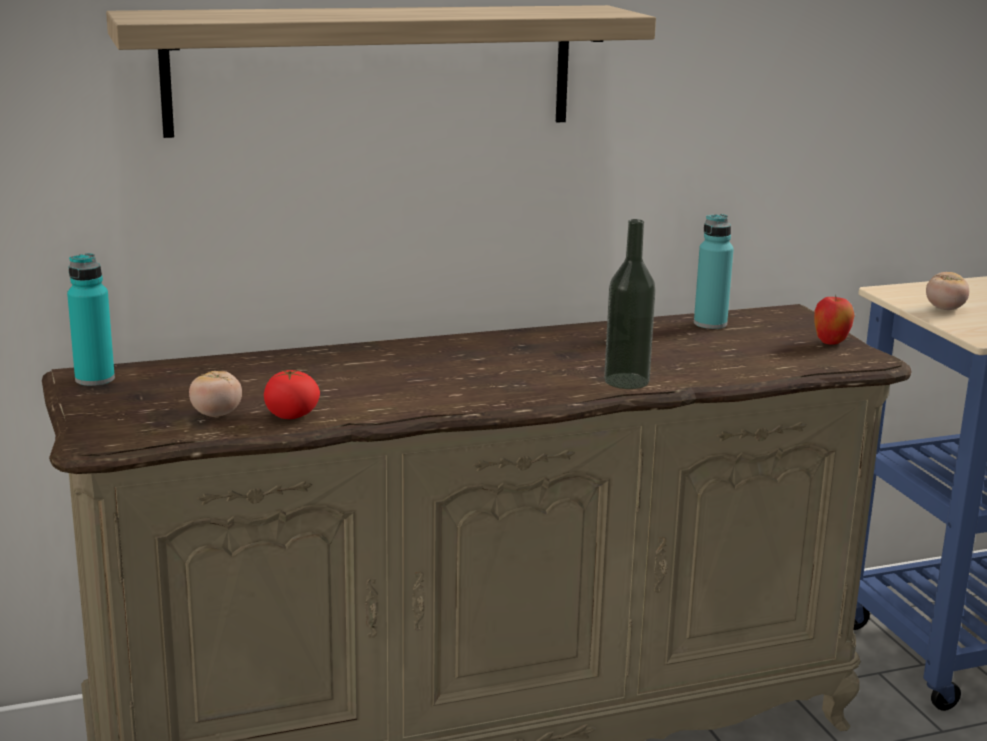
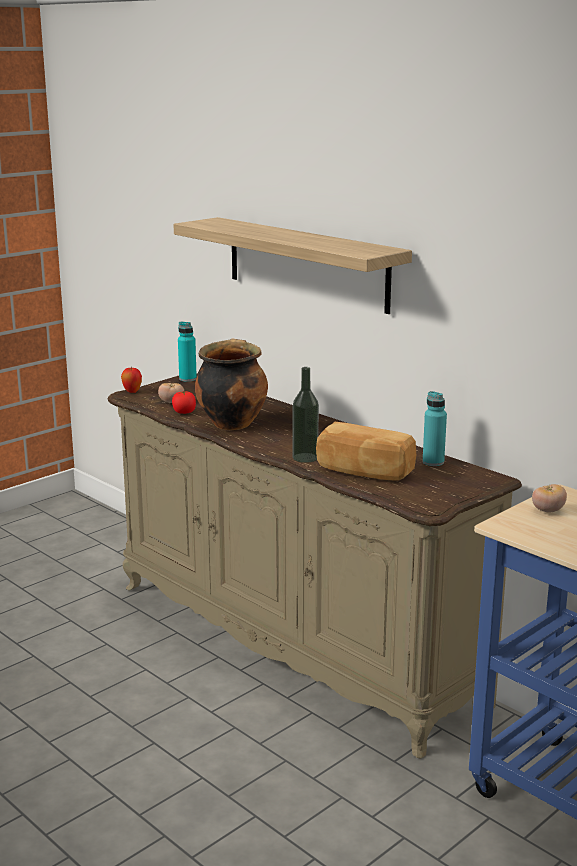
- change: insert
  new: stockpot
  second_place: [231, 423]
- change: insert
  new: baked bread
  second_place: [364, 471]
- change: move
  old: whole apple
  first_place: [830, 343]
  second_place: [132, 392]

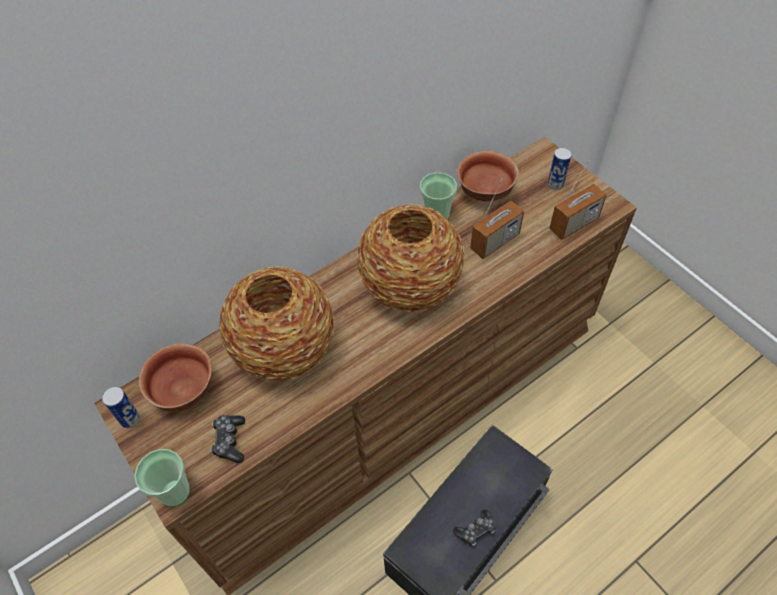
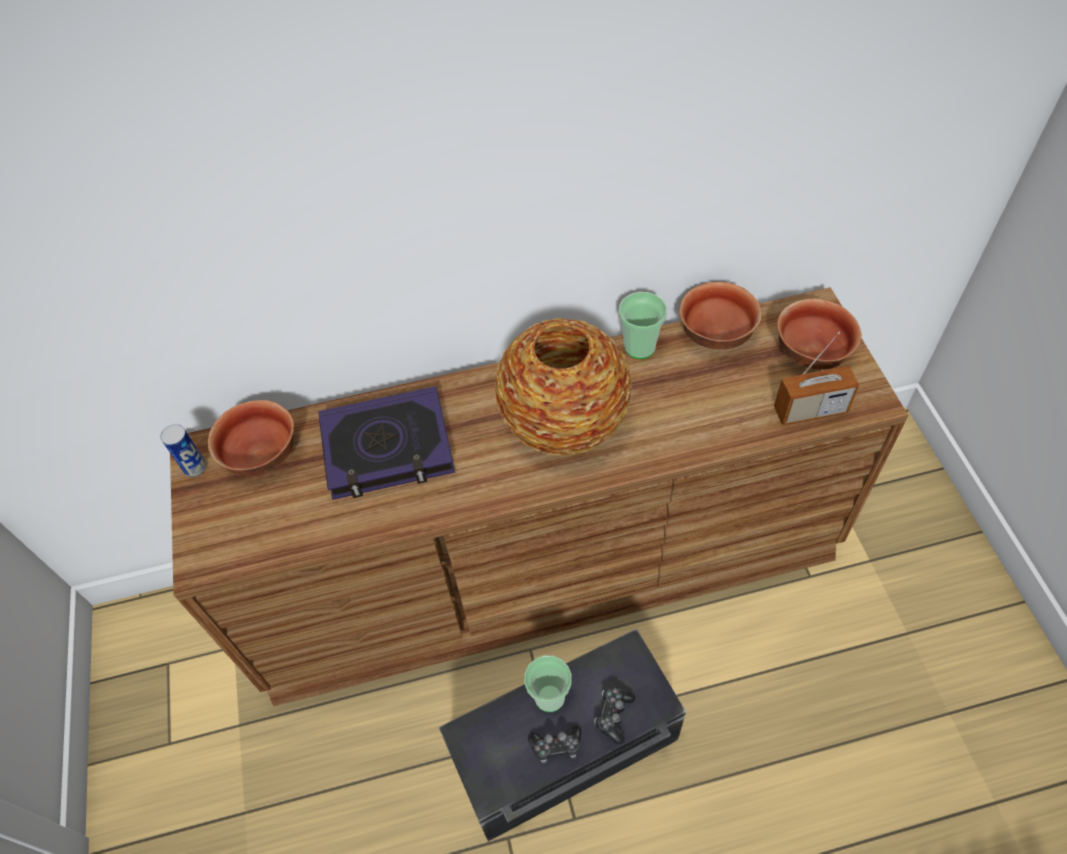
- change: delete
  old: radio
  first_place: [495, 242]
- change: move
  old: cup
  first_place: [174, 492]
  second_place: [549, 697]
- change: move
  old: game controller
  first_place: [229, 441]
  second_place: [613, 715]
- change: replace
  old: vase
  new: book
  first_place: [285, 350]
  second_place: [388, 449]
- change: replace
  old: sealed can
  new: serving bowl
  first_place: [555, 184]
  second_place: [812, 352]

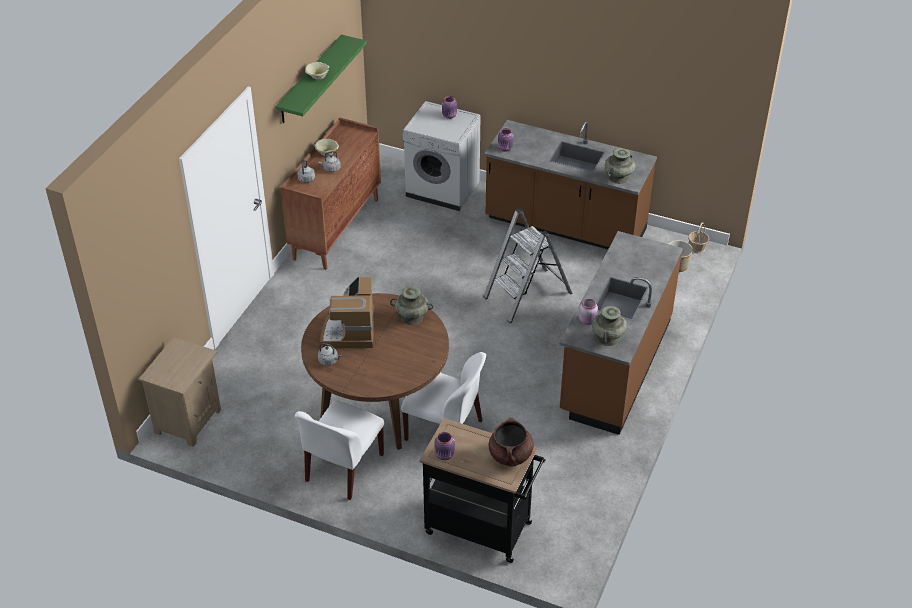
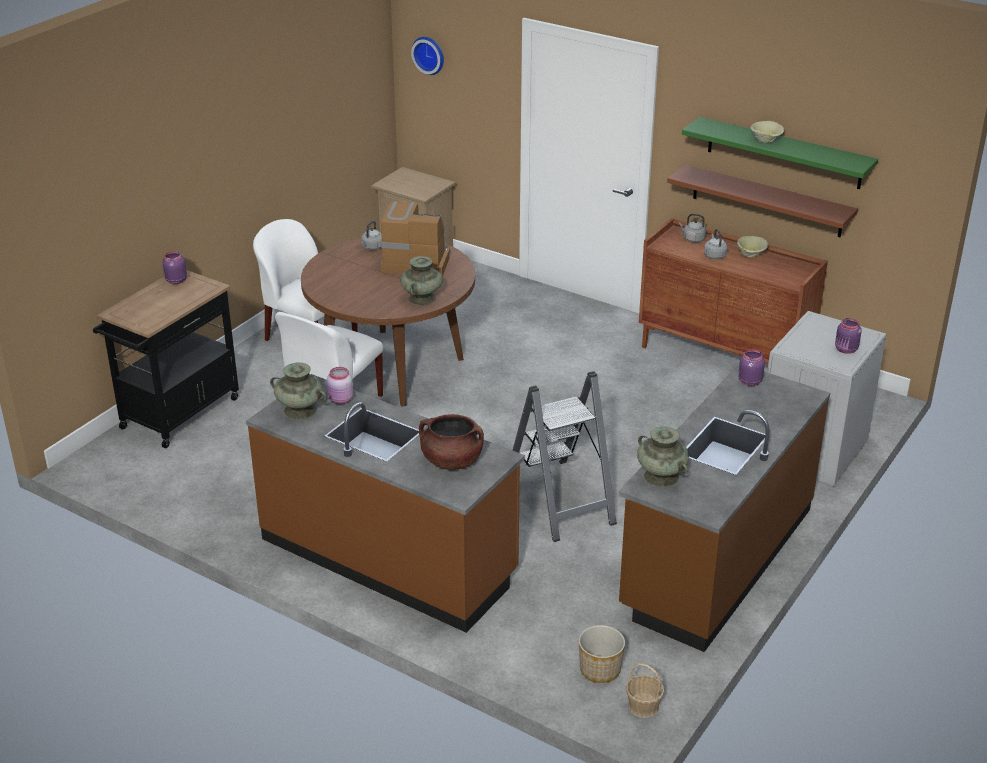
- change: insert
  new: clock on the wall
  second_place: [429, 54]
- change: insert
  new: shelf (brownish)
  second_place: [767, 201]
- change: move
  old: stockpot (brownish)
  first_place: [510, 455]
  second_place: [451, 461]

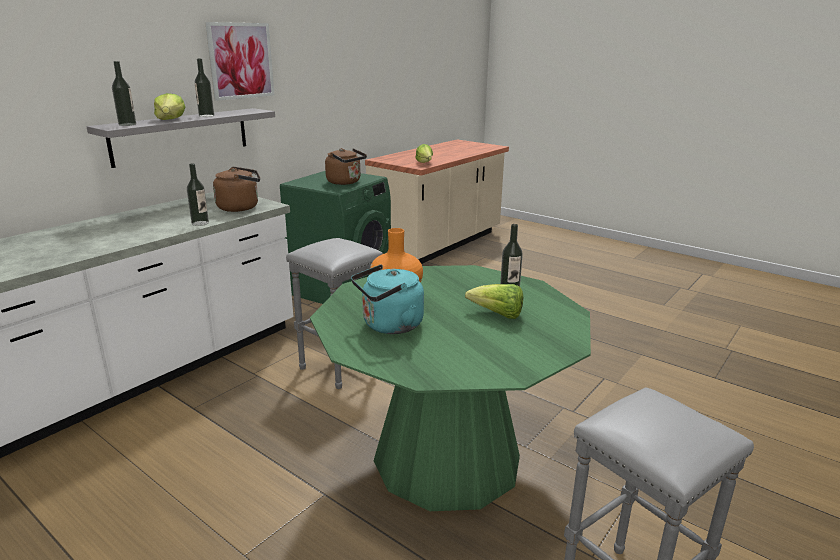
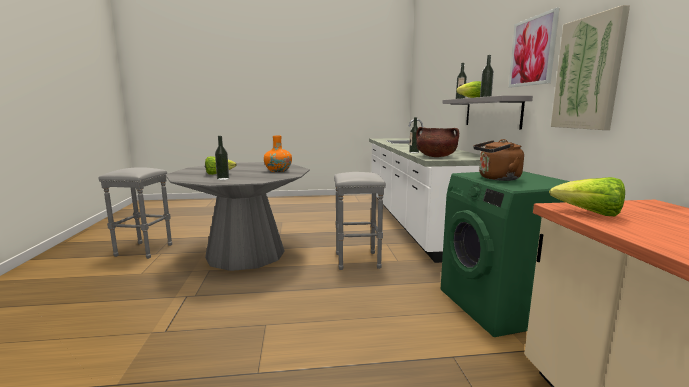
- change: delete
  old: water kettle (turquoise-coloured)
  first_place: [389, 326]
- change: insert
  new: picture
  second_place: [588, 73]
- change: replace
  old: water kettle (brownish)
  new: stockpot (brownish)
  first_place: [241, 207]
  second_place: [436, 156]
- change: recolor
  old: dinner table (green-coloured)
  new: dinner table (gray)
  first_place: [447, 458]
  second_place: [245, 254]

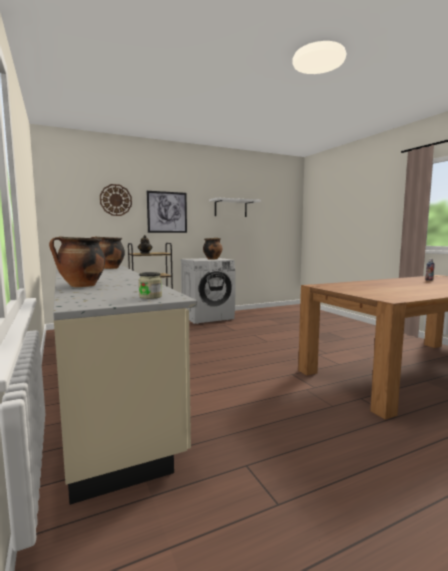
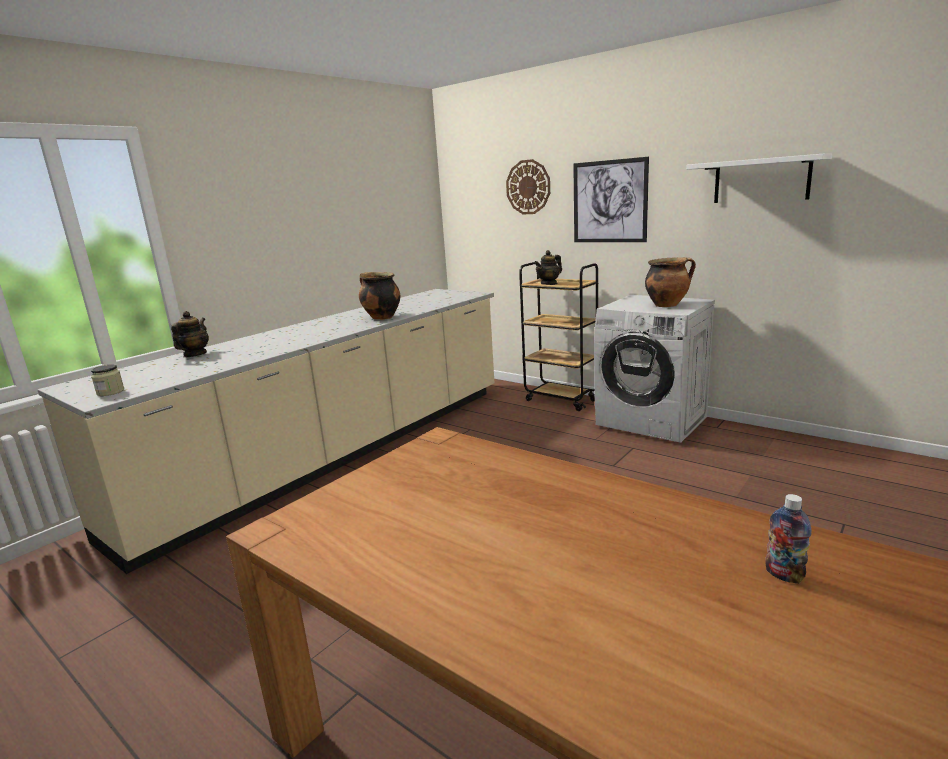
- change: replace
  old: stockpot
  new: teapot
  first_place: [81, 286]
  second_place: [194, 355]

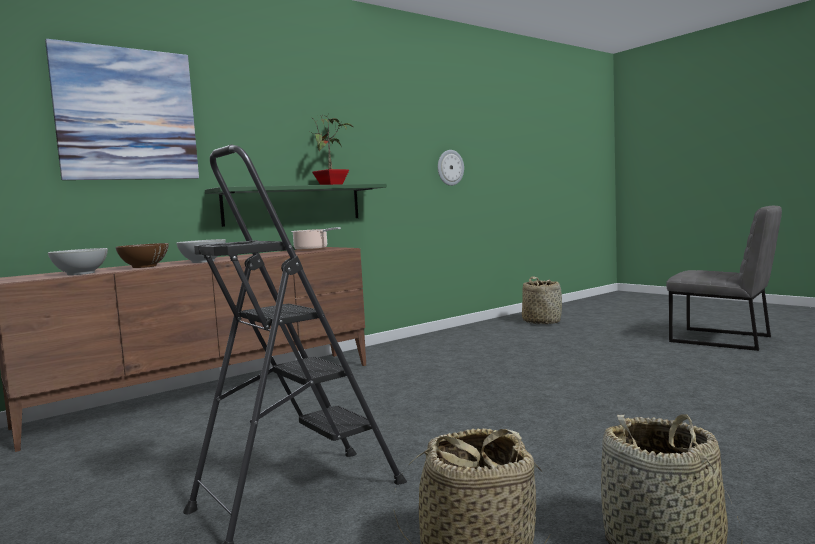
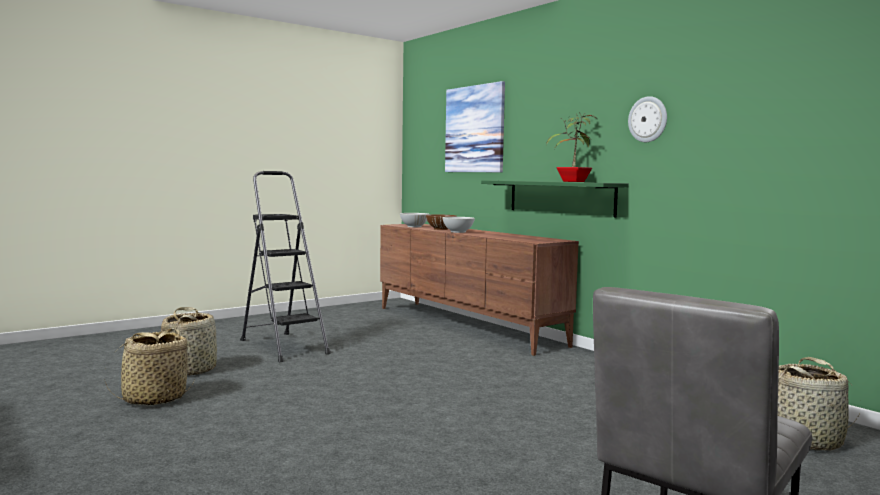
- change: delete
  old: stockpot
  first_place: [312, 249]
- change: move
  old: clock on the wall
  first_place: [450, 167]
  second_place: [648, 119]

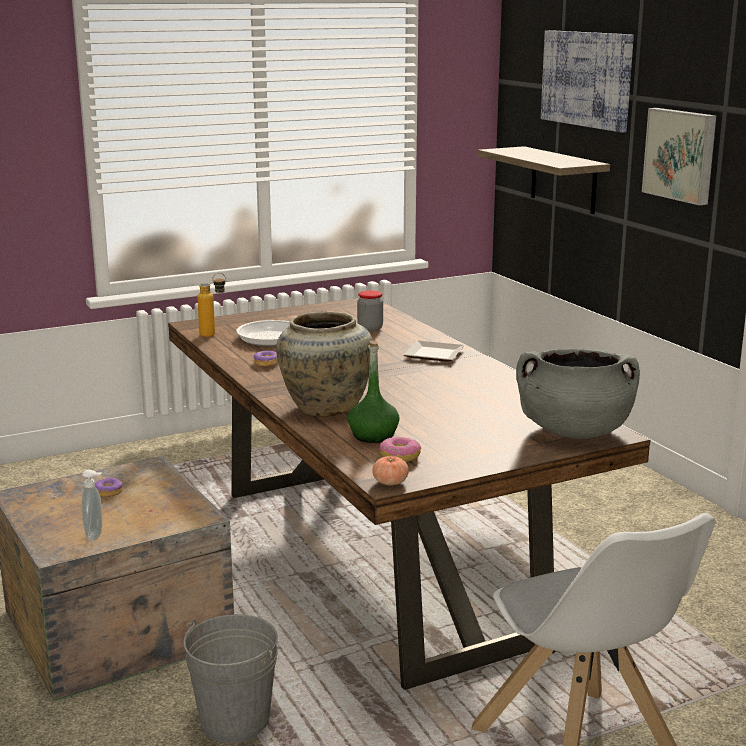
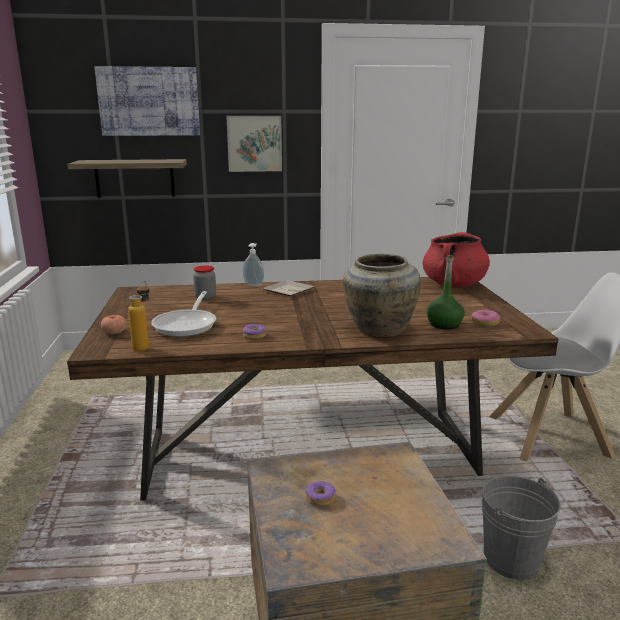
- change: move
  old: soap dispenser
  first_place: [96, 535]
  second_place: [254, 284]
- change: move
  old: tomato
  first_place: [390, 482]
  second_place: [114, 332]
- change: recolor
  old: stockpot (gray)
  new: stockpot (red-coloured)
  first_place: [574, 431]
  second_place: [453, 284]

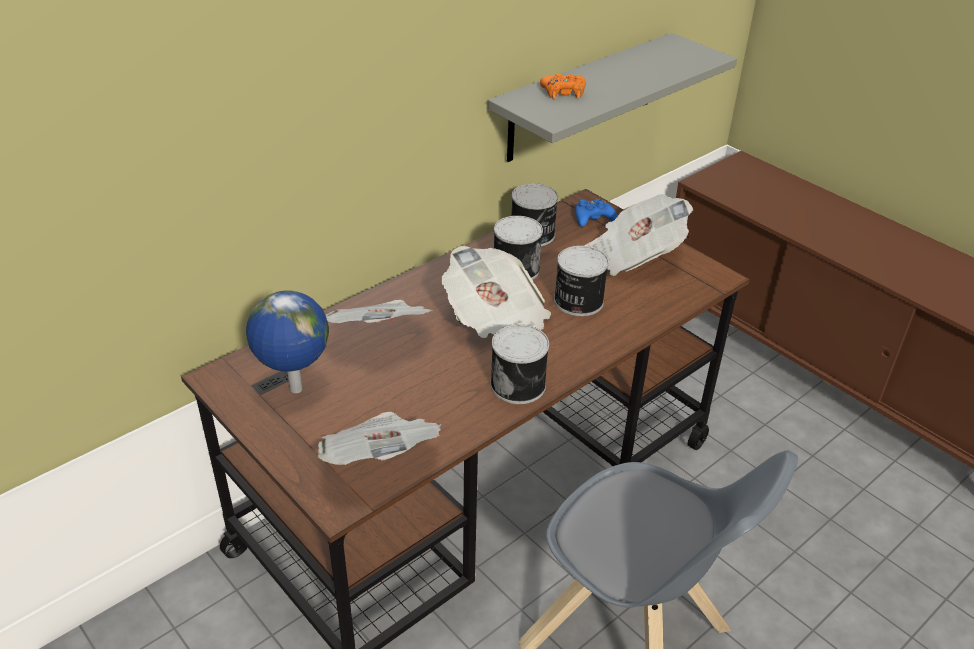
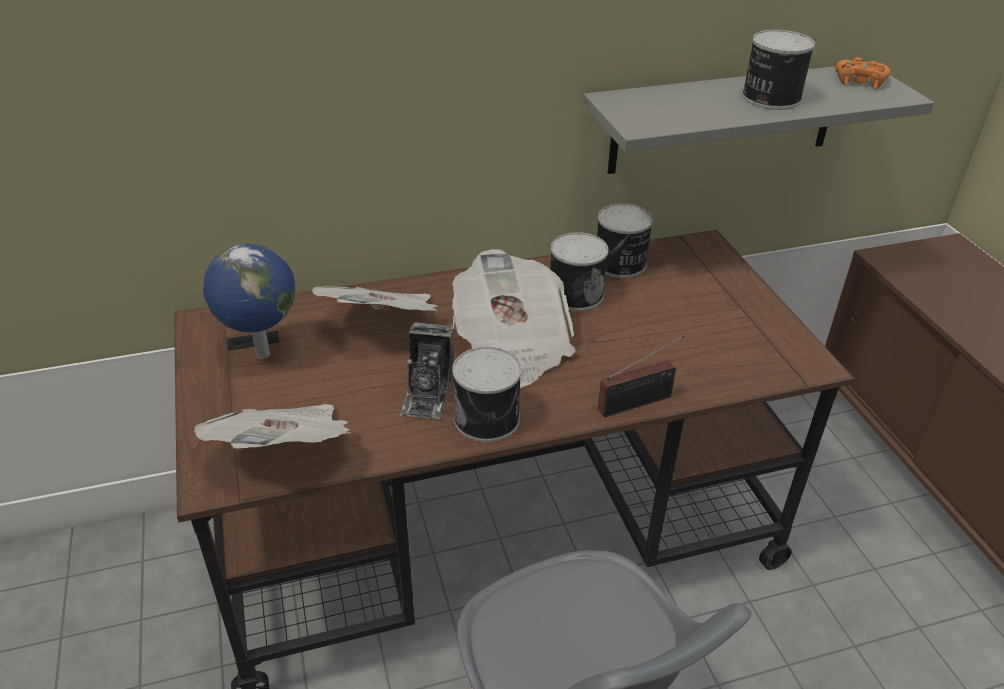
- change: delete
  old: game controller (blue-coloured)
  first_place: [593, 218]
- change: delete
  old: printed paper
  first_place: [632, 256]
- change: insert
  new: photo camera
  second_place: [427, 392]
- change: insert
  new: radio
  second_place: [639, 402]
- change: move
  old: game controller (orange-coloured)
  first_place: [563, 92]
  second_place: [860, 81]
- change: move
  old: sealed can
  first_place: [577, 301]
  second_place: [769, 98]

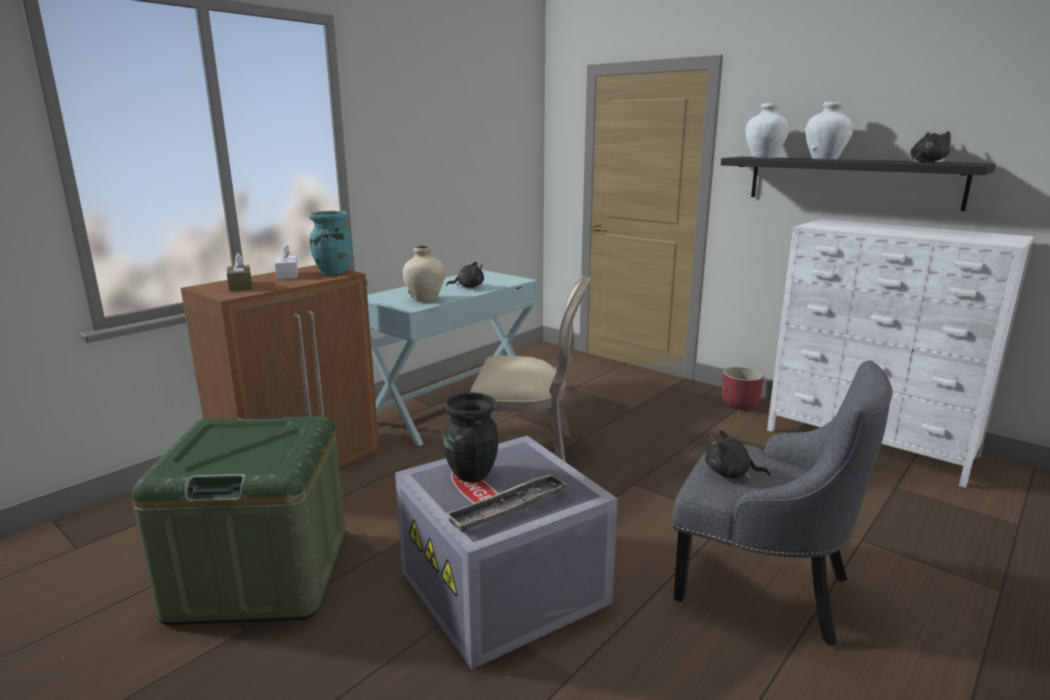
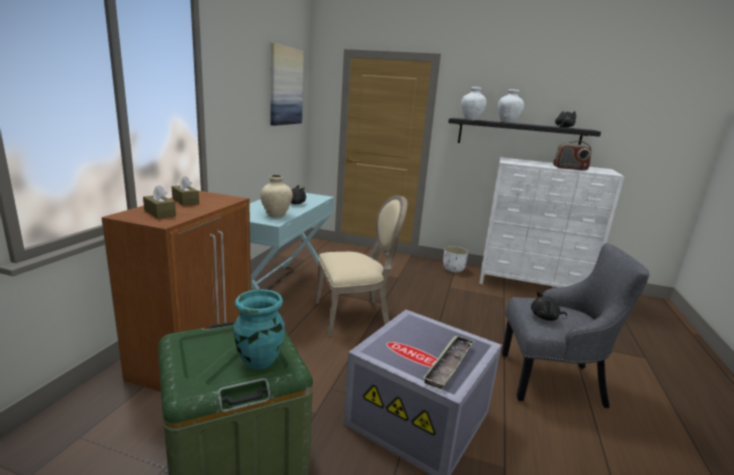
- change: delete
  old: vase (black)
  first_place: [472, 474]
- change: insert
  new: picture
  second_place: [285, 86]
- change: insert
  new: radio
  second_place: [570, 168]
- change: move
  old: vase (turquoise-coloured)
  first_place: [333, 272]
  second_place: [259, 361]
- change: recolor
  old: tissue holder (white)
  new: tissue holder (brownish)
  first_place: [287, 275]
  second_place: [185, 201]
- change: recolor
  old: plant pot (red-coloured)
  new: plant pot (white)
  first_place: [740, 405]
  second_place: [453, 269]

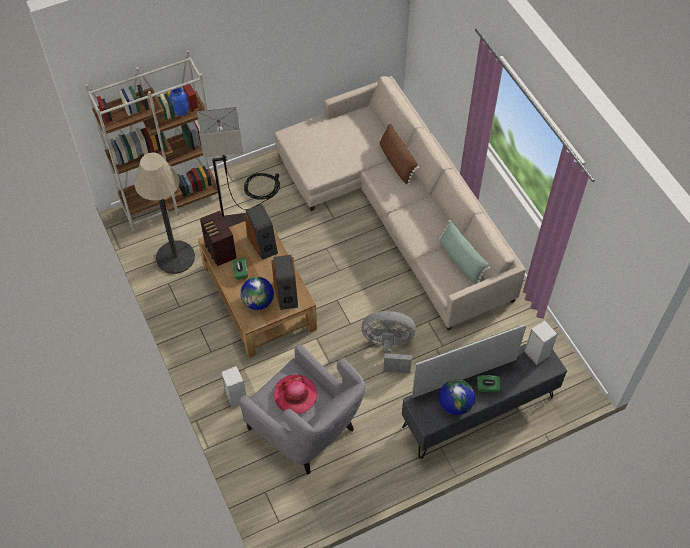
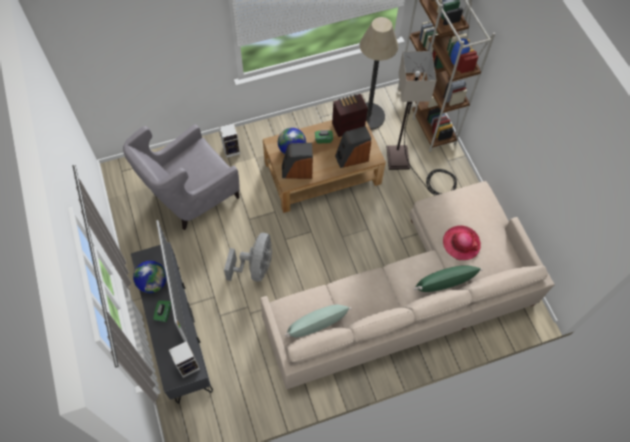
- change: move
  old: hat
  first_place: [295, 395]
  second_place: [461, 243]
- change: recolor
  old: throw pillow (brownish)
  new: throw pillow (green-coloured)
  first_place: [397, 162]
  second_place: [444, 283]

